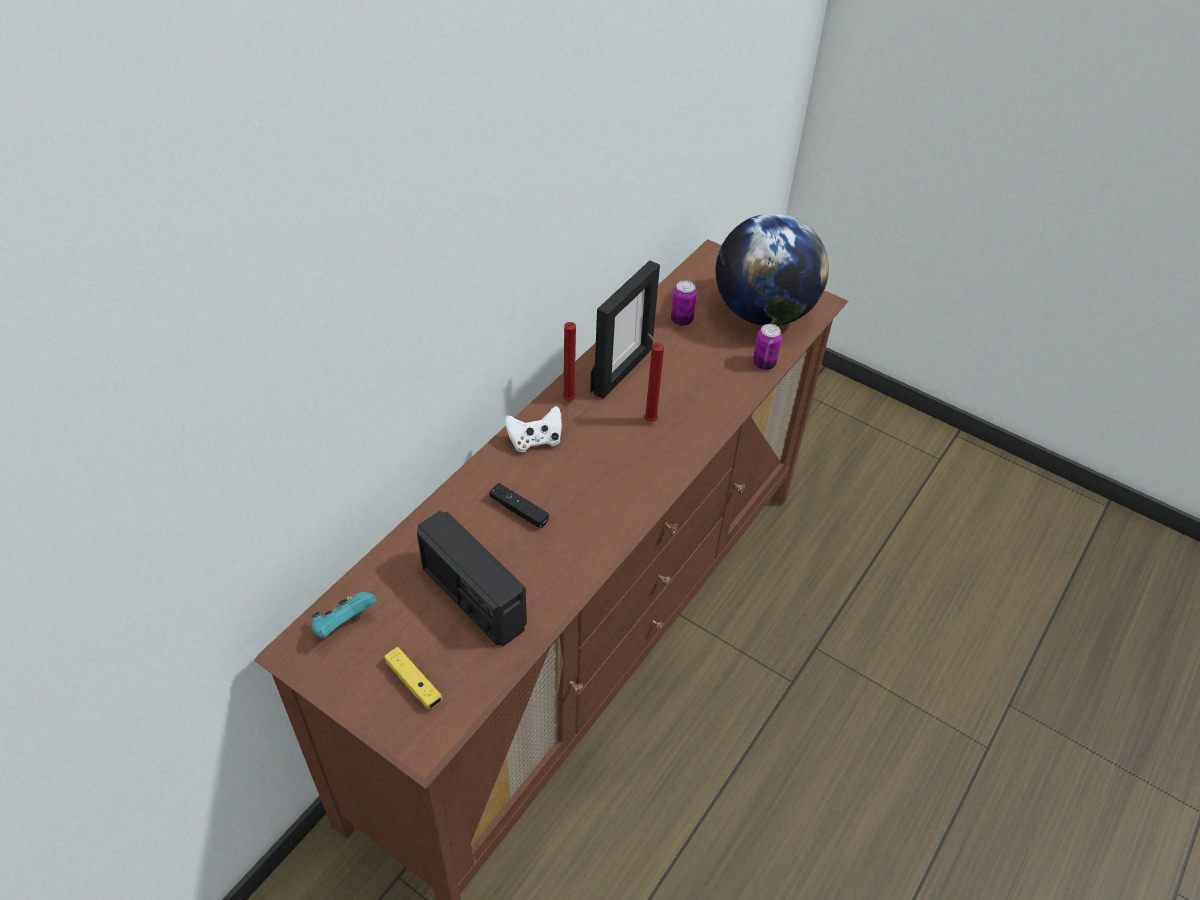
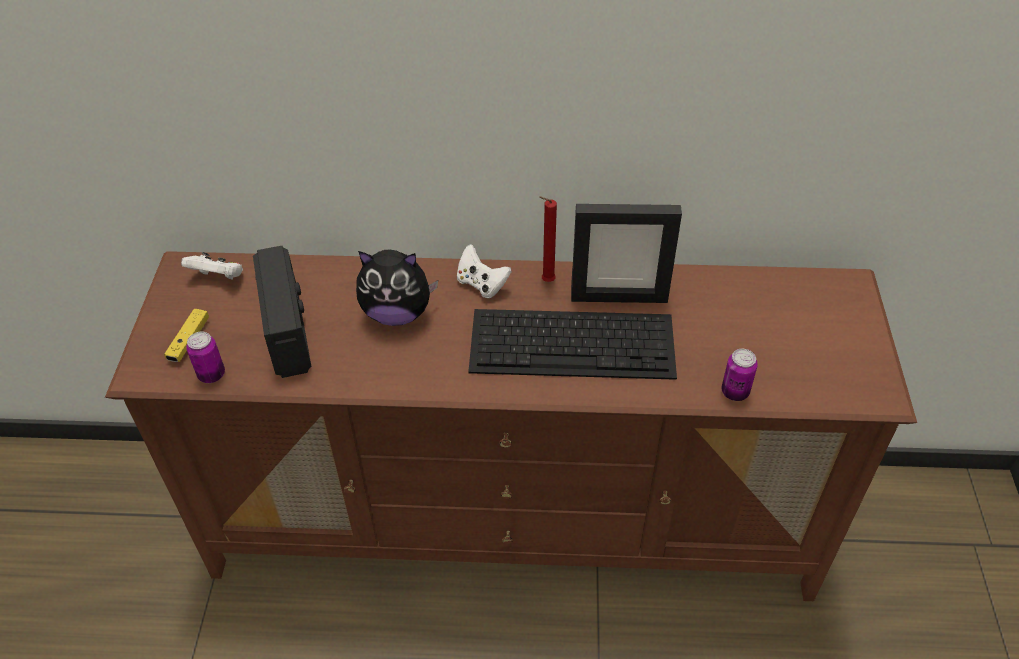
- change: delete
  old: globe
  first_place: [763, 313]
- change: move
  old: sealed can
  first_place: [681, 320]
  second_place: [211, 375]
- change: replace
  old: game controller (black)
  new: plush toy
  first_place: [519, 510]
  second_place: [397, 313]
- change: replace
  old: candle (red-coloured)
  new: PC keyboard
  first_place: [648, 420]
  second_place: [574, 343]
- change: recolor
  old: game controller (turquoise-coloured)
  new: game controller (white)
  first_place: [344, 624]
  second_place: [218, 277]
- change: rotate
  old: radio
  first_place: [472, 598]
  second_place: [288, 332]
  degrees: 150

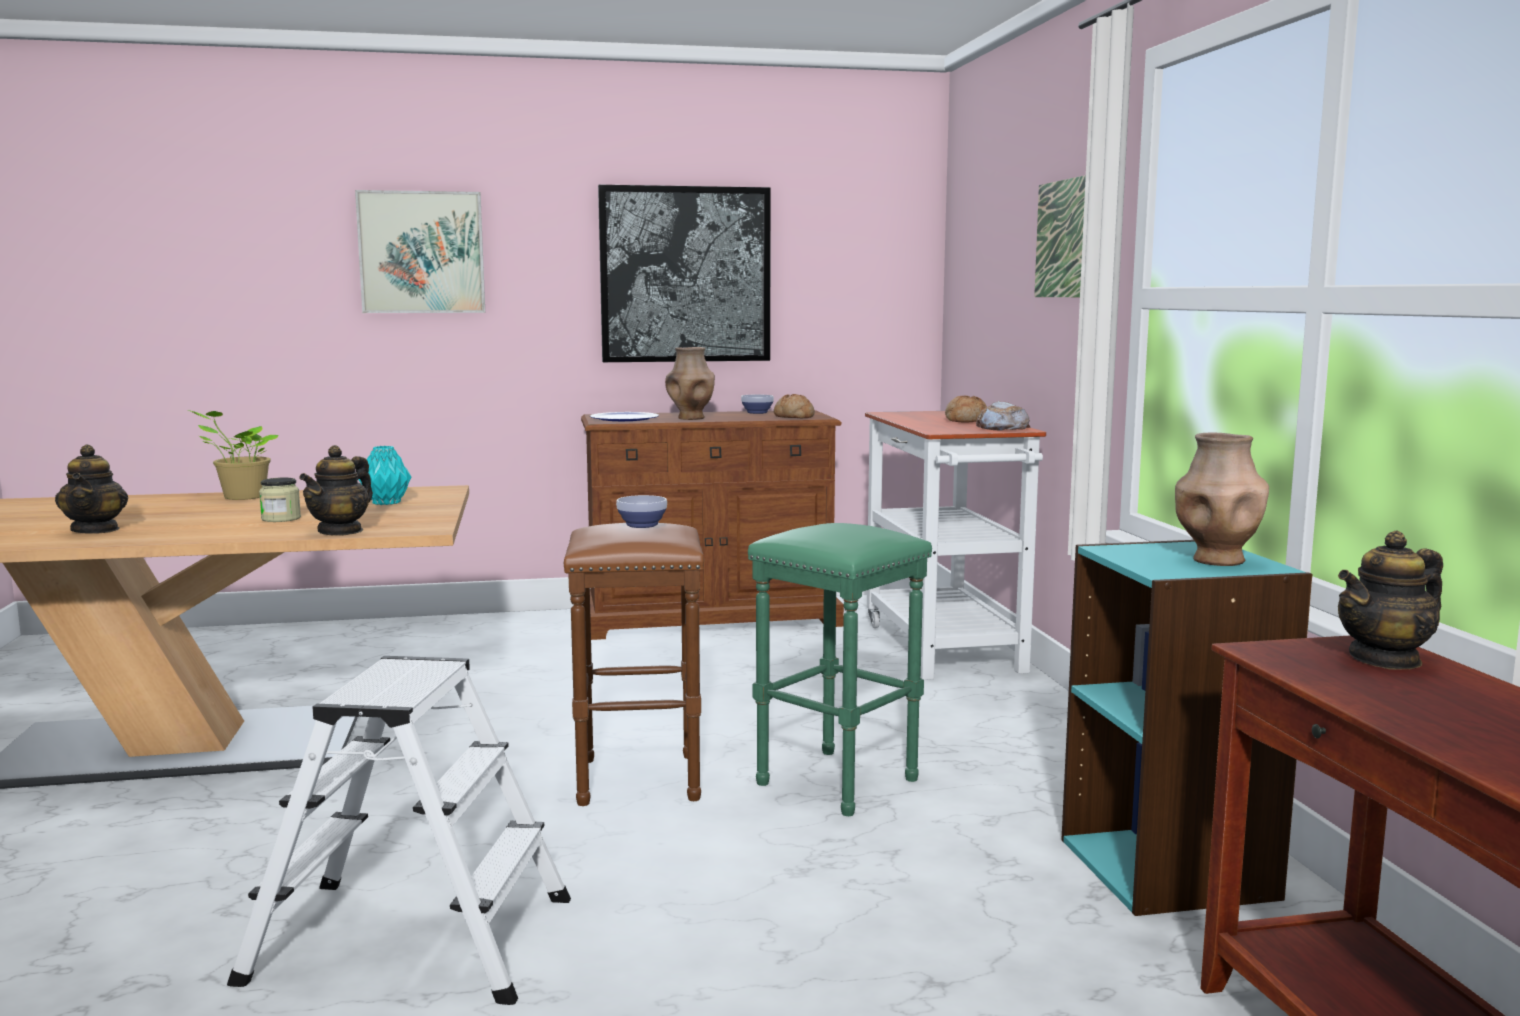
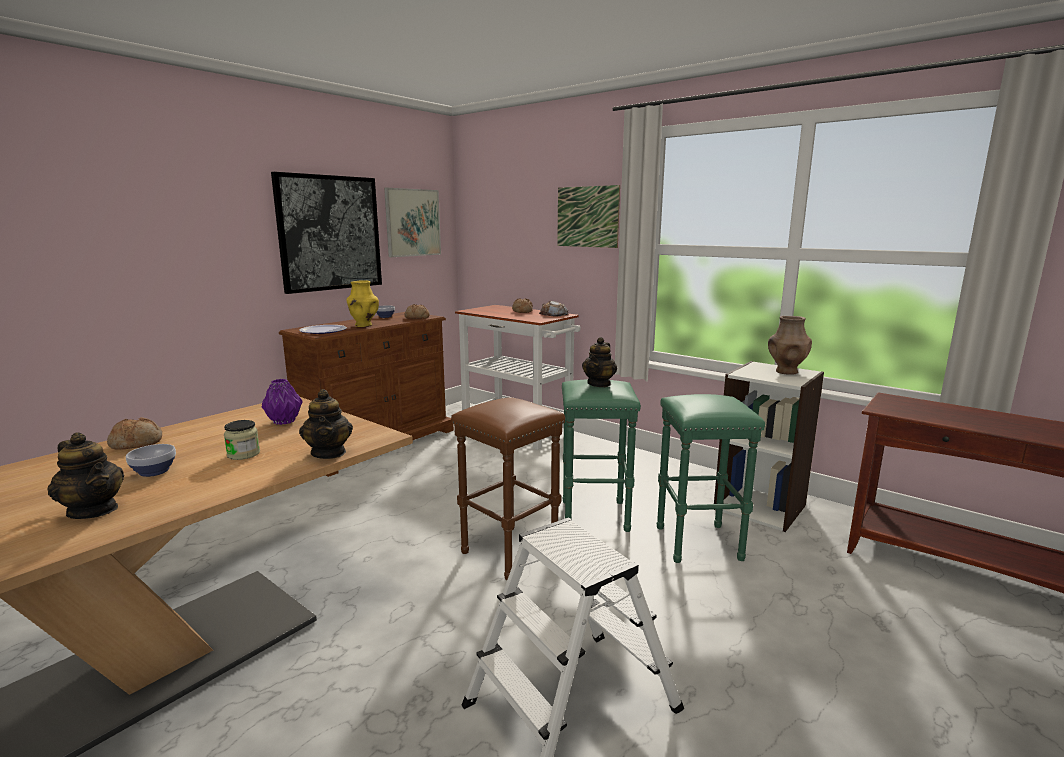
- change: insert
  new: sitting stool (green-coloured)
  second_place: [699, 542]
- change: move
  old: picture
  first_place: [421, 252]
  second_place: [413, 222]
- change: move
  old: serving bowl
  first_place: [640, 525]
  second_place: [152, 472]
- change: move
  old: teapot
  first_place: [1385, 659]
  second_place: [599, 384]
- change: replace
  old: potted plant
  new: baked bread
  first_place: [241, 497]
  second_place: [137, 443]
- change: recolor
  old: vase (turquoise-coloured)
  new: vase (purplish)
  first_place: [387, 503]
  second_place: [285, 421]
- change: recolor
  old: vase (brownish)
  new: vase (yellow-coloured)
  first_place: [691, 418]
  second_place: [363, 325]
- change: recolor
  old: shelving unit (turquoise-coloured)
  new: shelving unit (white)
  first_place: [1169, 868]
  second_place: [760, 507]

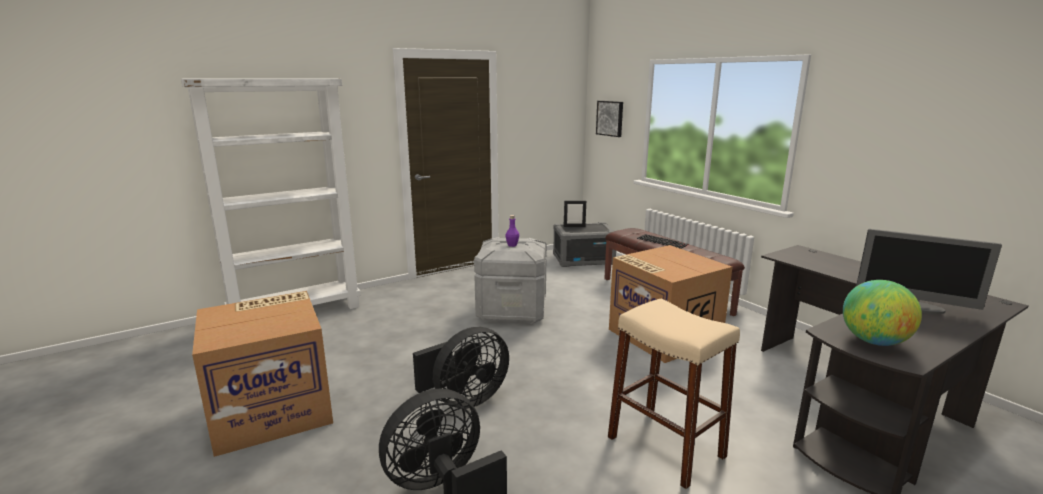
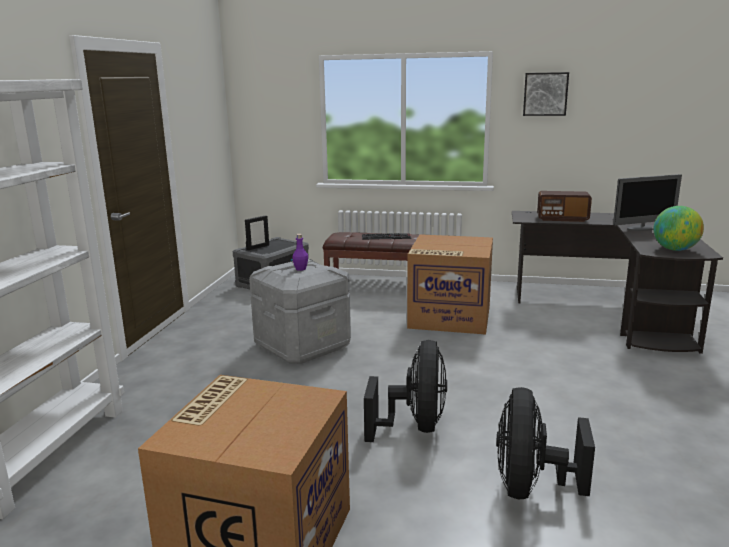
- change: delete
  old: sitting stool (beige)
  first_place: [665, 446]
- change: insert
  new: radio
  second_place: [562, 219]
- change: move
  old: picture
  first_place: [610, 118]
  second_place: [545, 94]

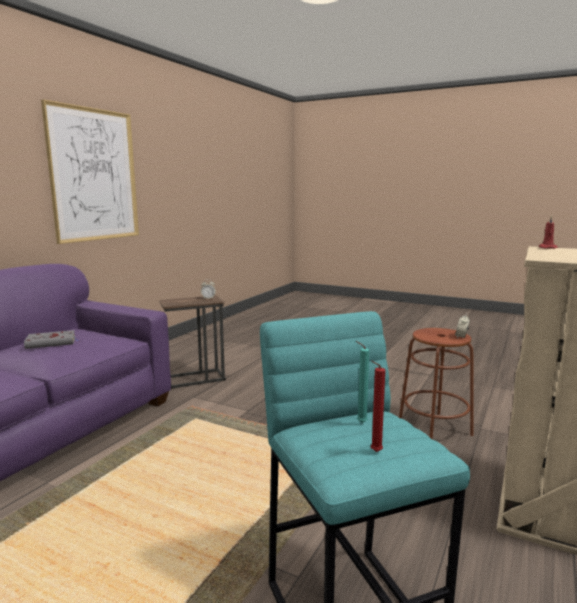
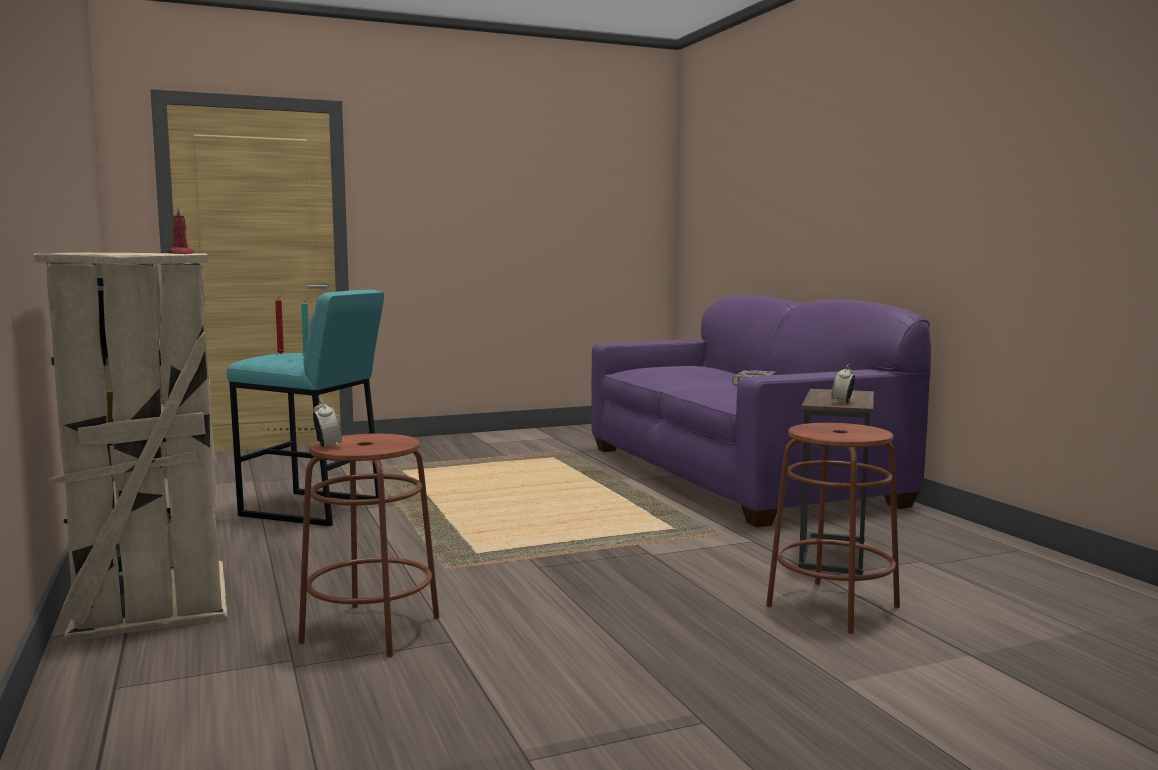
- change: delete
  old: picture
  first_place: [94, 175]
- change: insert
  new: sitting stool (brownish)
  second_place: [832, 606]

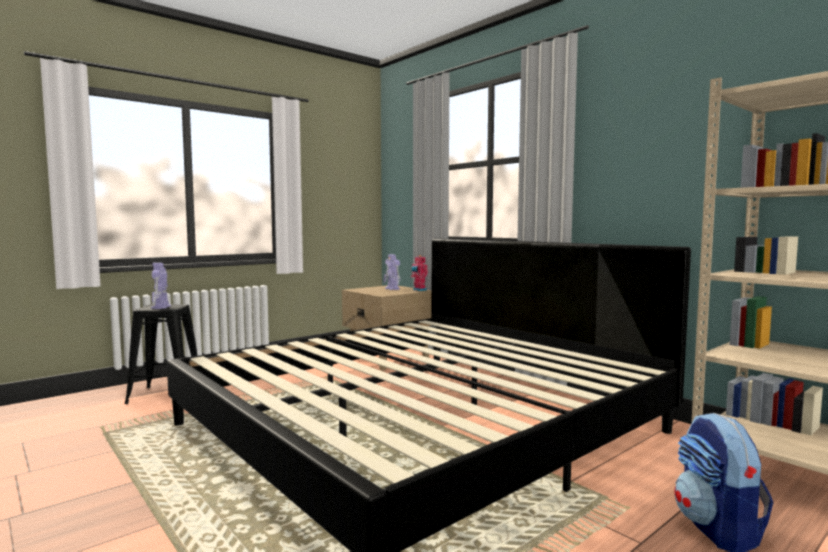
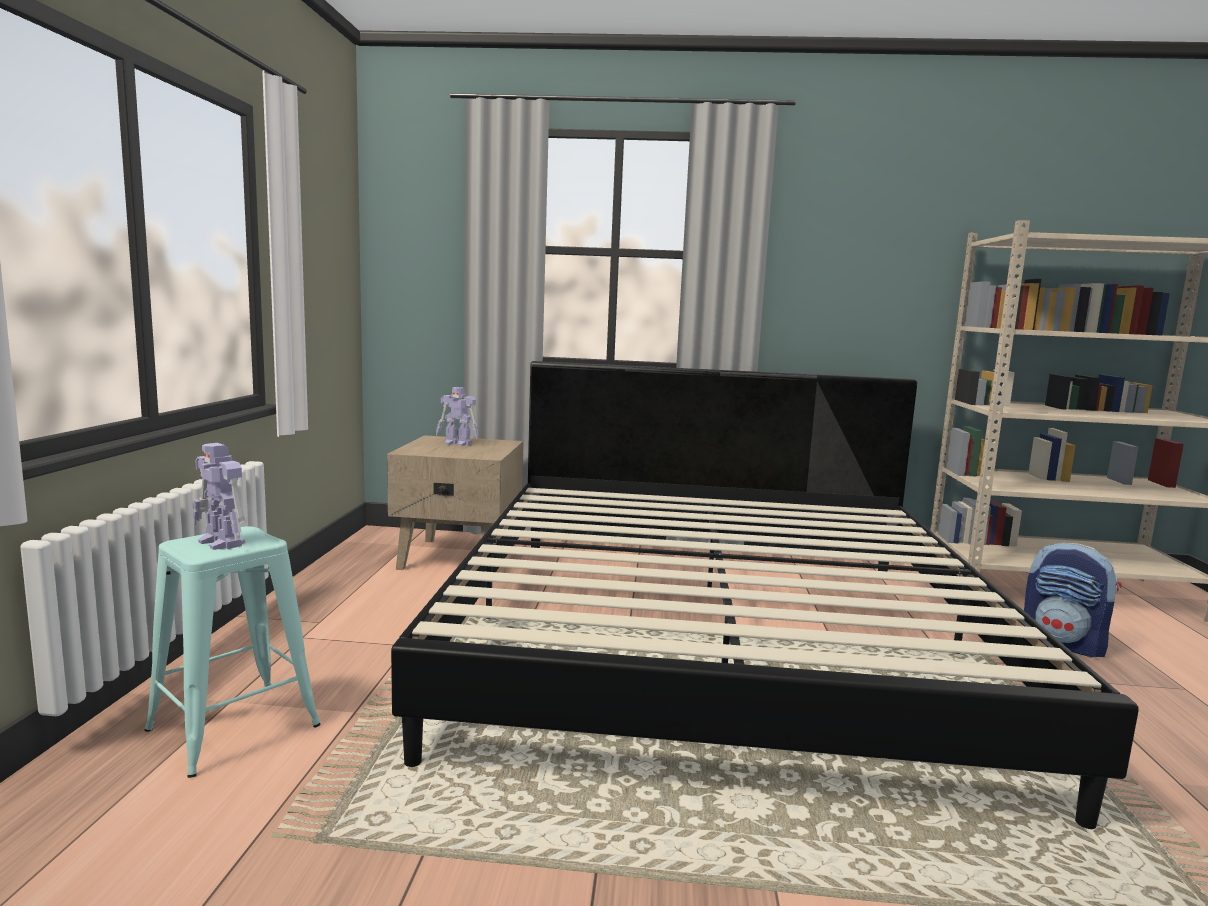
- change: delete
  old: toy robot
  first_place: [419, 290]
- change: recolor
  old: sitting stool (black)
  new: sitting stool (turquoise-coloured)
  first_place: [166, 394]
  second_place: [234, 728]

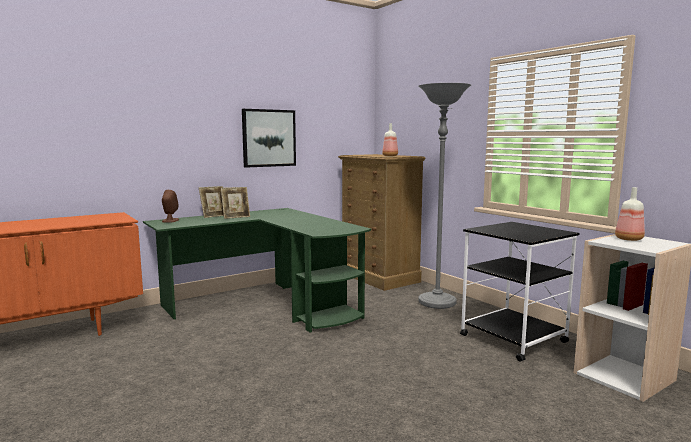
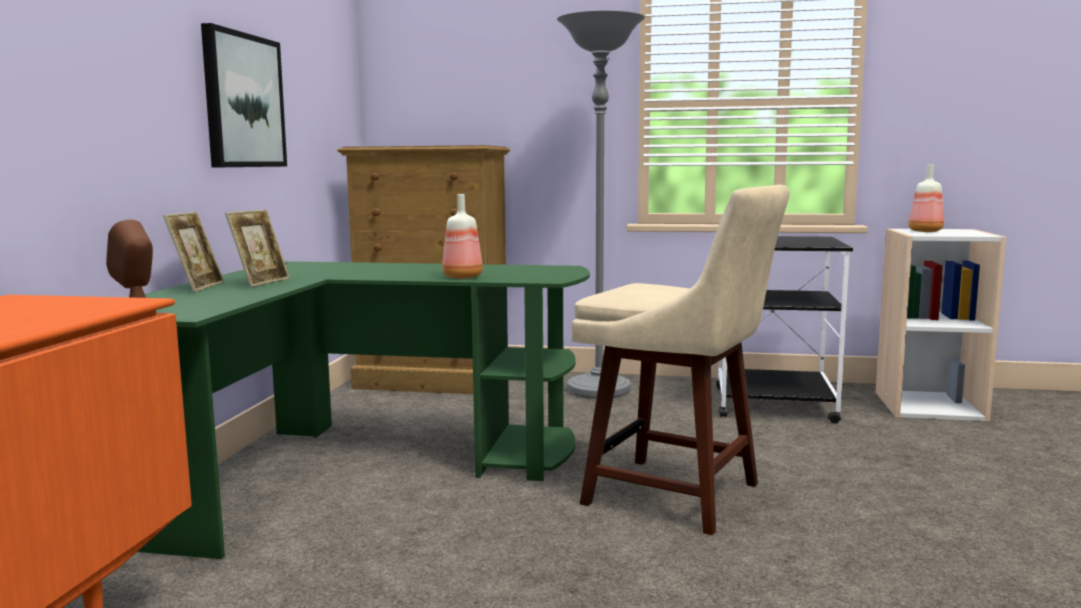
- change: insert
  new: sitting stool (beige)
  second_place: [679, 495]
- change: move
  old: bottle
  first_place: [390, 156]
  second_place: [461, 277]

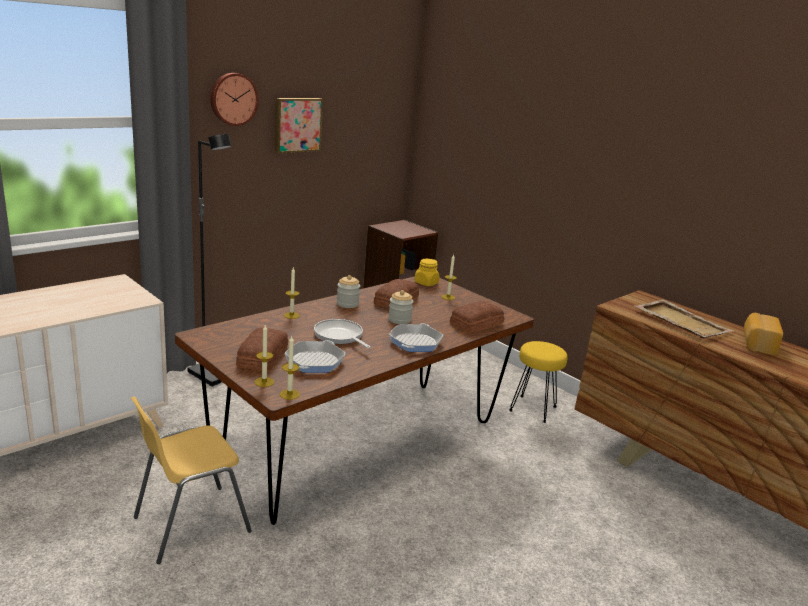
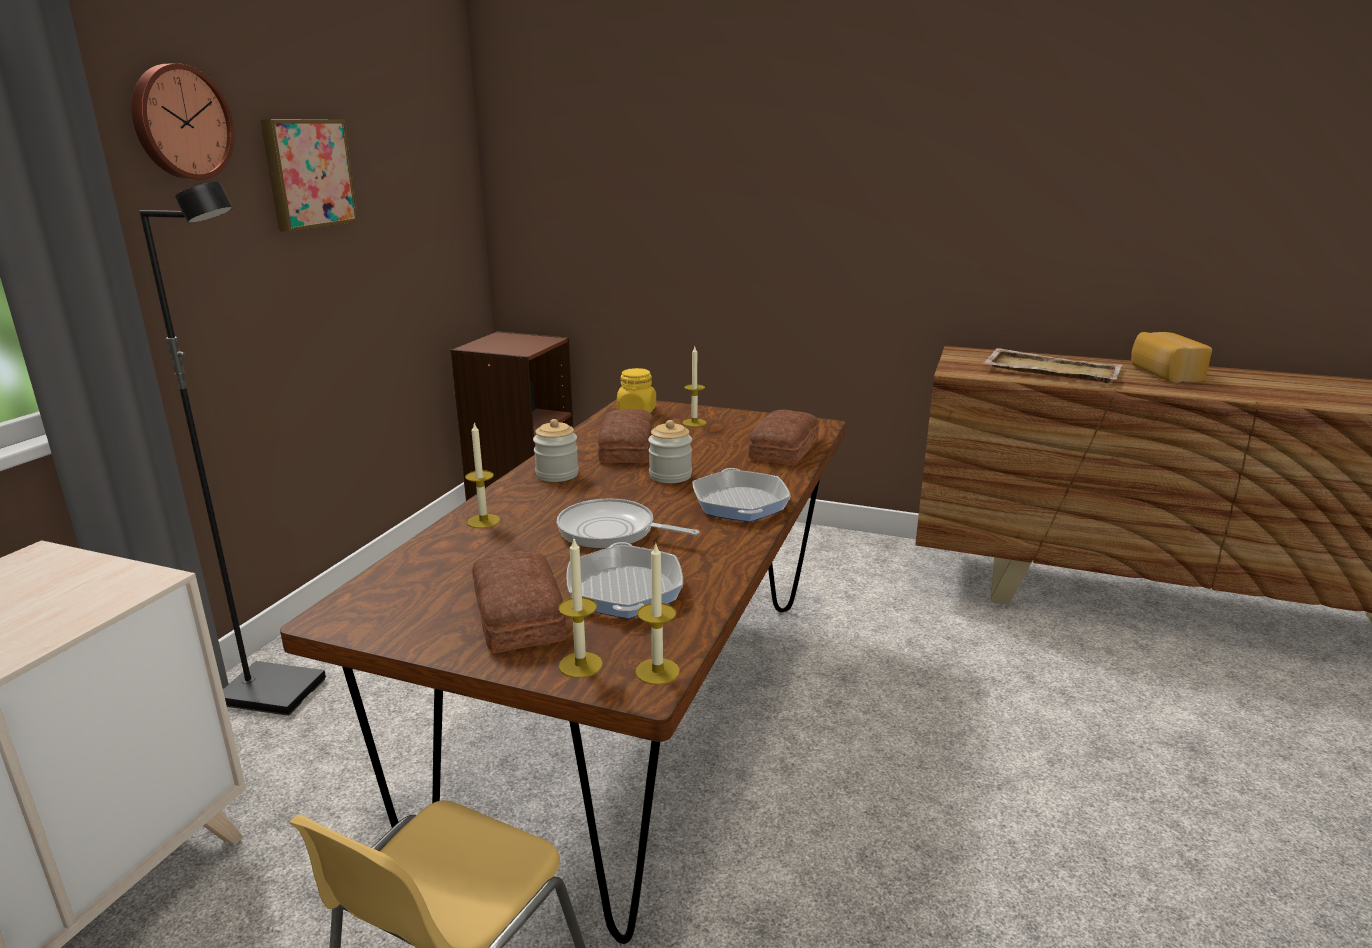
- change: delete
  old: sitting stool (yellow-coloured)
  first_place: [533, 409]

